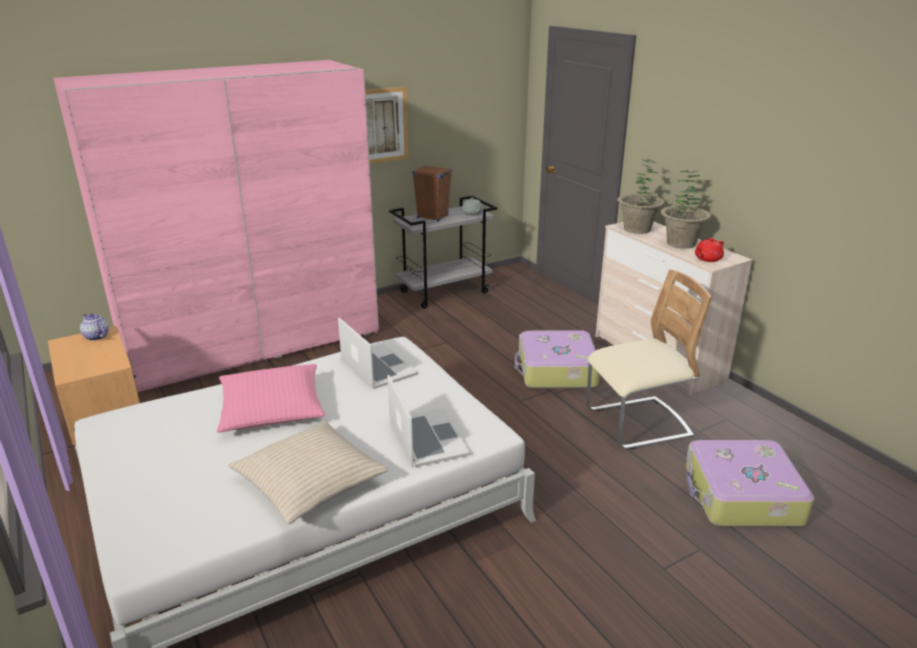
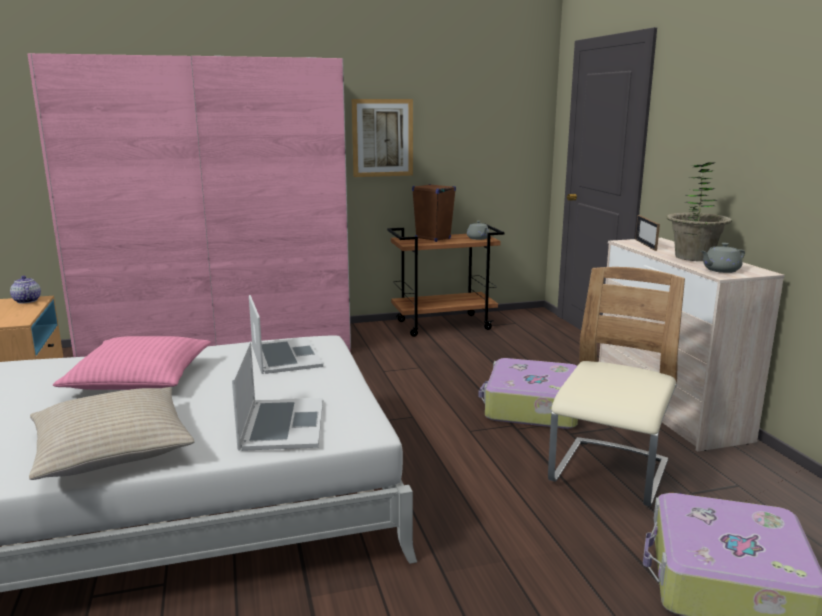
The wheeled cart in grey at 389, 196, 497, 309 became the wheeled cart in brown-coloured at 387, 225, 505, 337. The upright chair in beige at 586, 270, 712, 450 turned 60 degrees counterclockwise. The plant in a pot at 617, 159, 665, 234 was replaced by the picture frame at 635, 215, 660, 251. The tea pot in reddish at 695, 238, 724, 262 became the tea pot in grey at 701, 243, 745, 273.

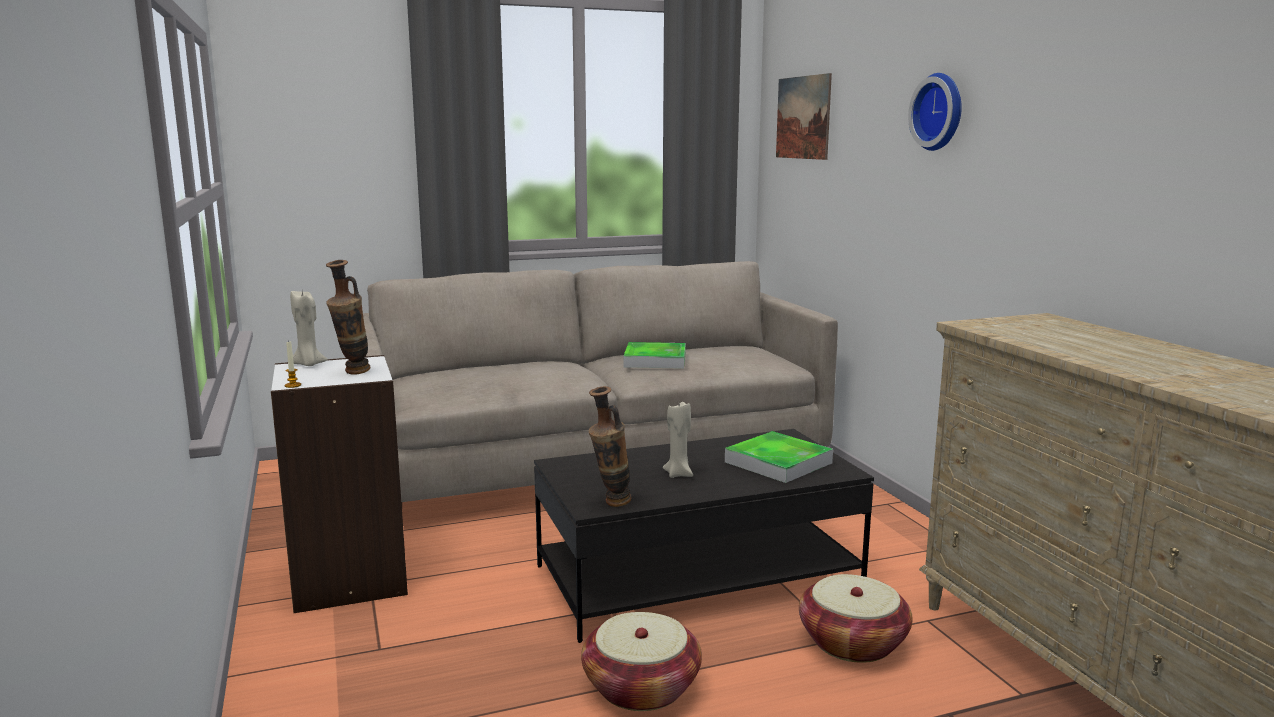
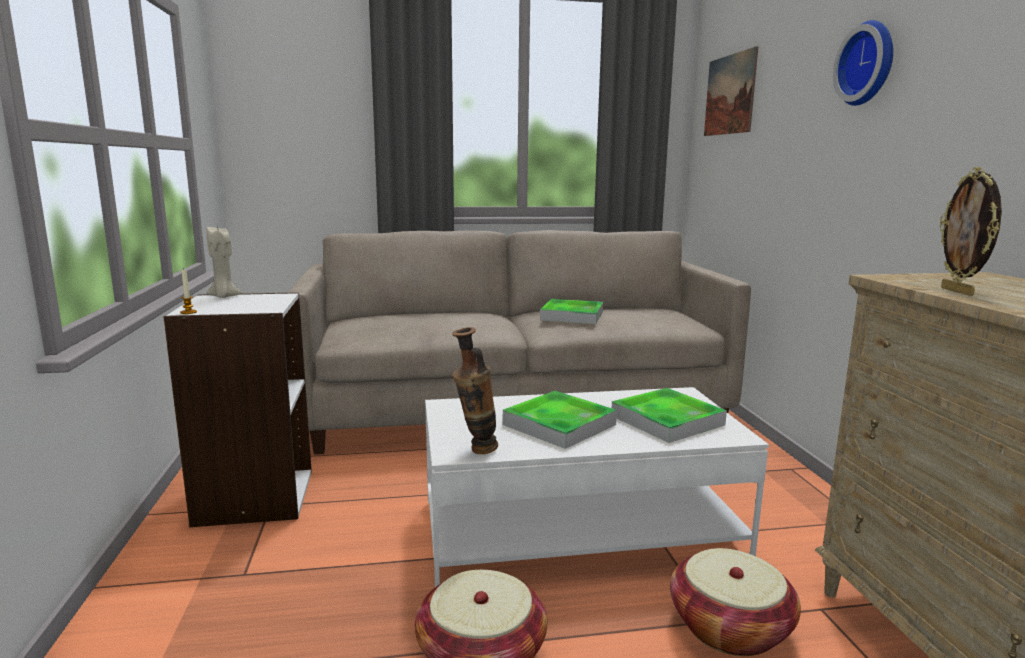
The flower vase at 326, 260, 370, 375 disappeared. The low table in black at 534, 429, 874, 643 became the low table in whitish at 425, 387, 769, 587. The candle in beige at 663, 402, 693, 478 was replaced by the carrying tray at 503, 391, 617, 449. The picture frame at 940, 167, 1002, 296 appeared.

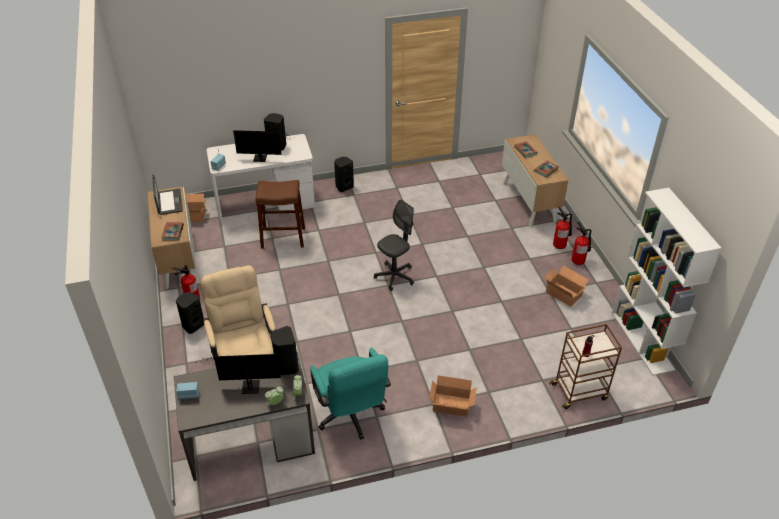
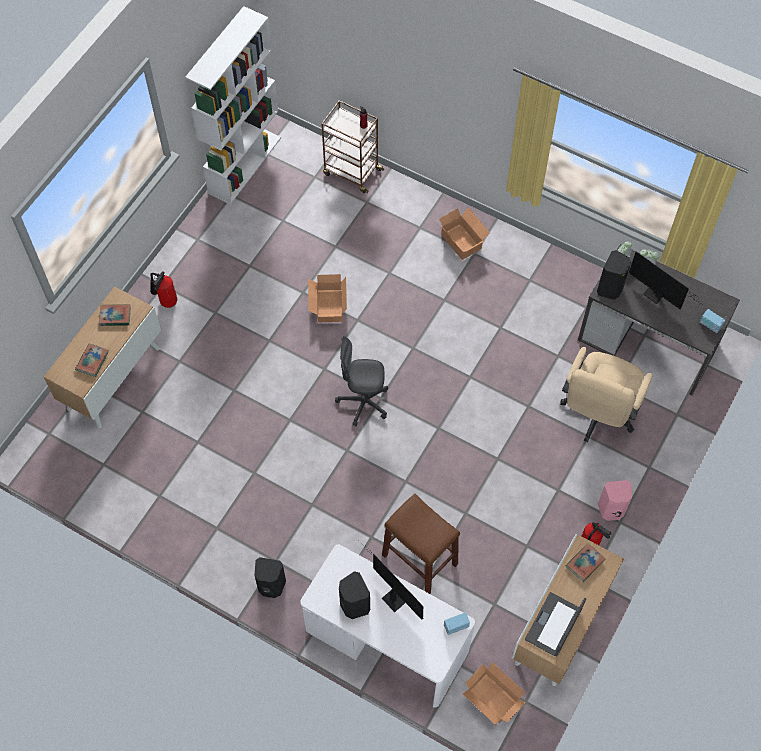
The loudspeaker in black at 176, 292, 204, 334 became the loudspeaker in pinkish at 598, 480, 632, 521. The desk chair in turquoise-coloured at 310, 348, 391, 440 disappeared. The packing box moved from 544, 266, 589, 307 to 308, 274, 347, 322. The fire extinguisher at 571, 222, 591, 265 disappeared.

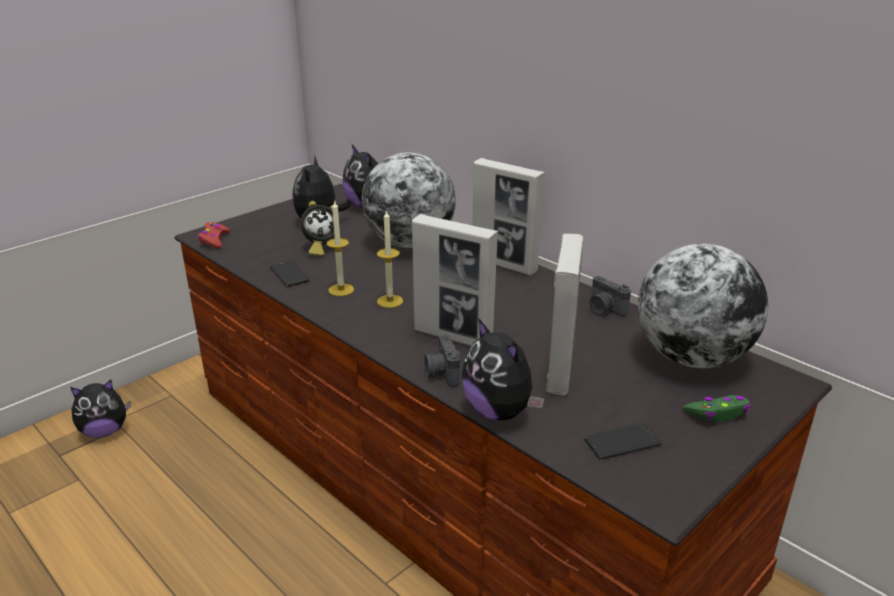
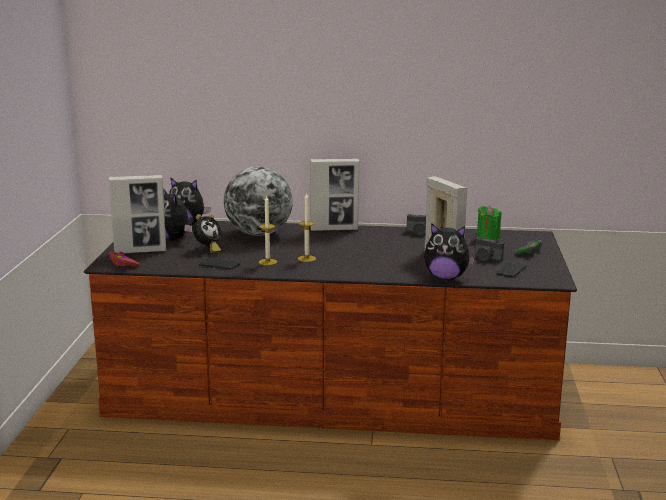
The plush toy at 70, 380, 130, 438 disappeared. The picture frame moved from 412, 214, 498, 346 to 109, 175, 166, 253. The still camera moved from 424, 334, 460, 387 to 475, 237, 504, 261. The desk globe at 638, 244, 768, 368 was replaced by the candle in greenish at 477, 206, 502, 241.

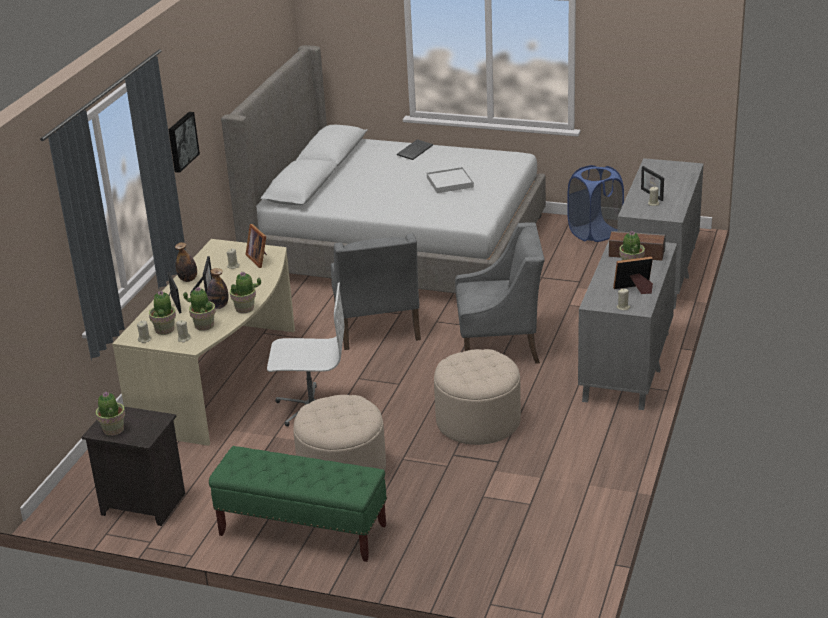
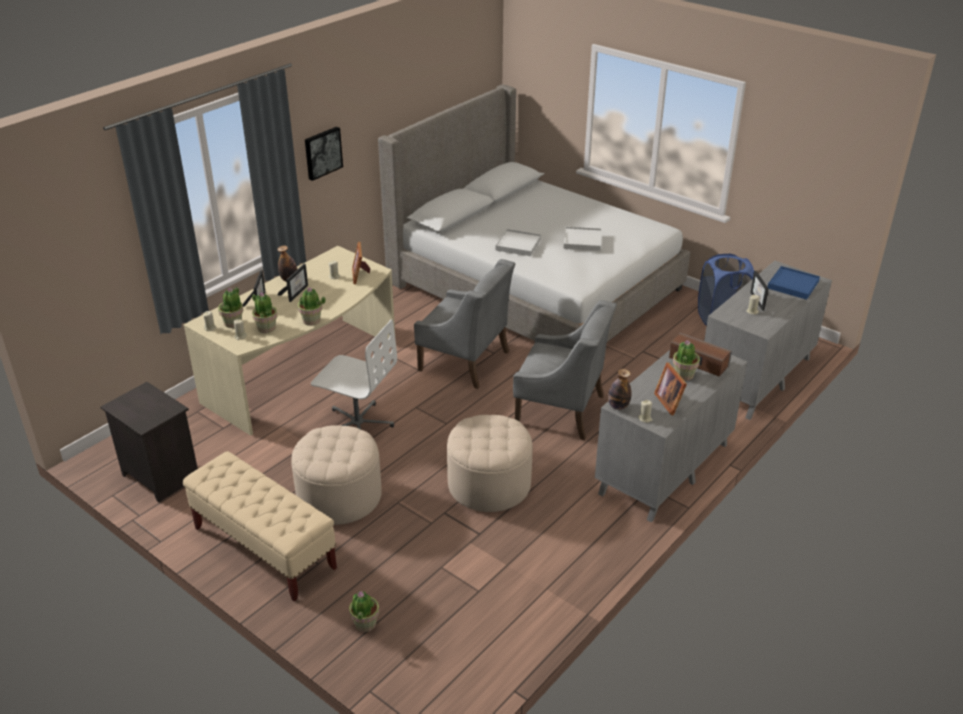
The plant in a pot moved from 96, 392, 125, 436 to 349, 591, 379, 632. The beverage bottle moved from 207, 268, 229, 309 to 608, 369, 632, 410. The bench in greenish at 209, 446, 387, 562 became the bench in beige at 183, 451, 337, 601. The armchair in grey at 331, 234, 421, 350 turned 75 degrees counterclockwise. The PC keyboard at 397, 139, 433, 160 disappeared. The picture frame at 613, 257, 653, 294 turned 120 degrees counterclockwise. The carrying tray in whitish at 495, 229, 541, 256 appeared. The carrying tray in blue at 768, 266, 820, 300 appeared.

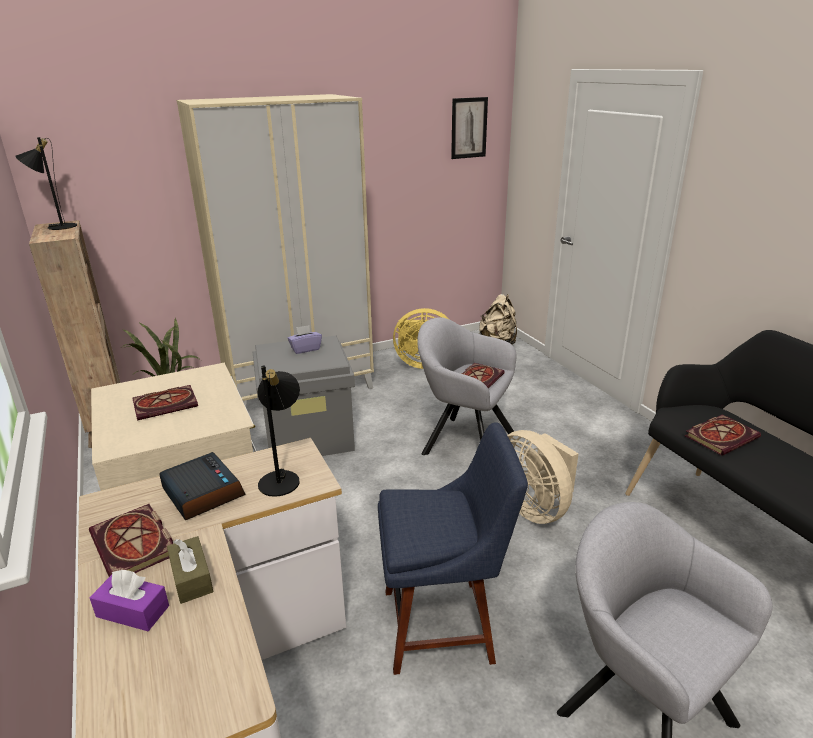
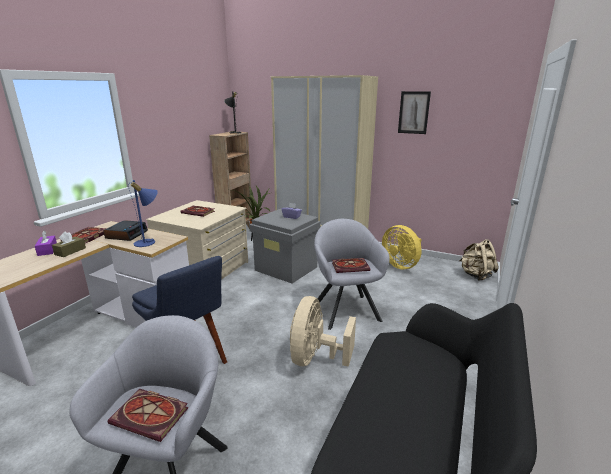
The tabletop lamp in black at 257, 366, 300, 497 became the tabletop lamp in blue at 128, 180, 158, 247. The wall picture moved from 451, 97, 488, 159 to 398, 91, 431, 134. The book moved from 685, 414, 761, 456 to 108, 389, 188, 442.

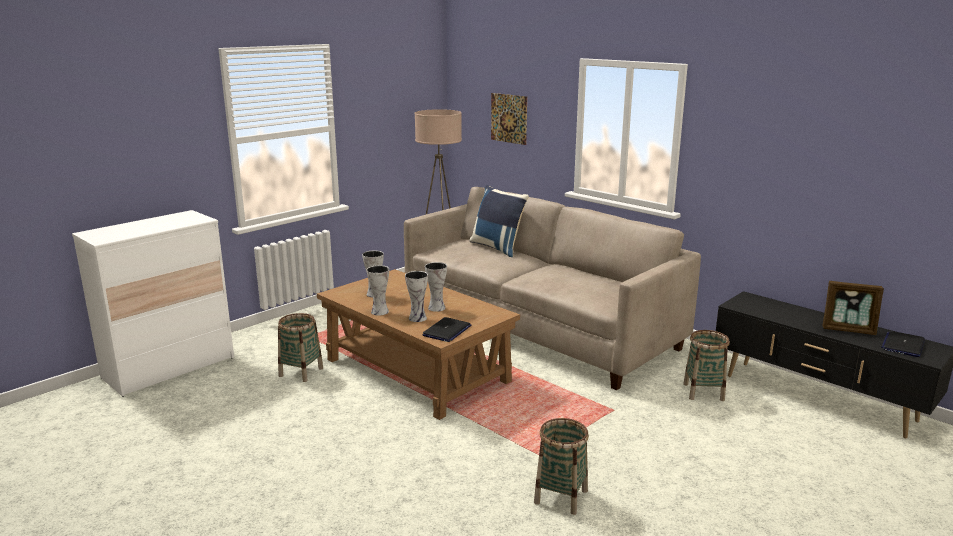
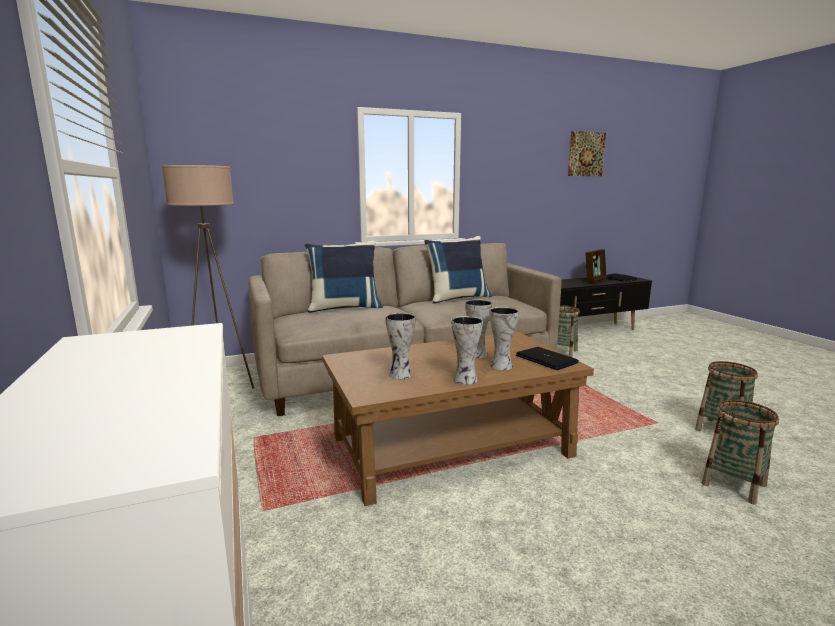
The basket moved from 278, 313, 323, 382 to 702, 400, 779, 505. The wall picture moved from 491, 93, 527, 145 to 568, 131, 606, 176. The throw pillow in blue at 424, 236, 492, 304 appeared.

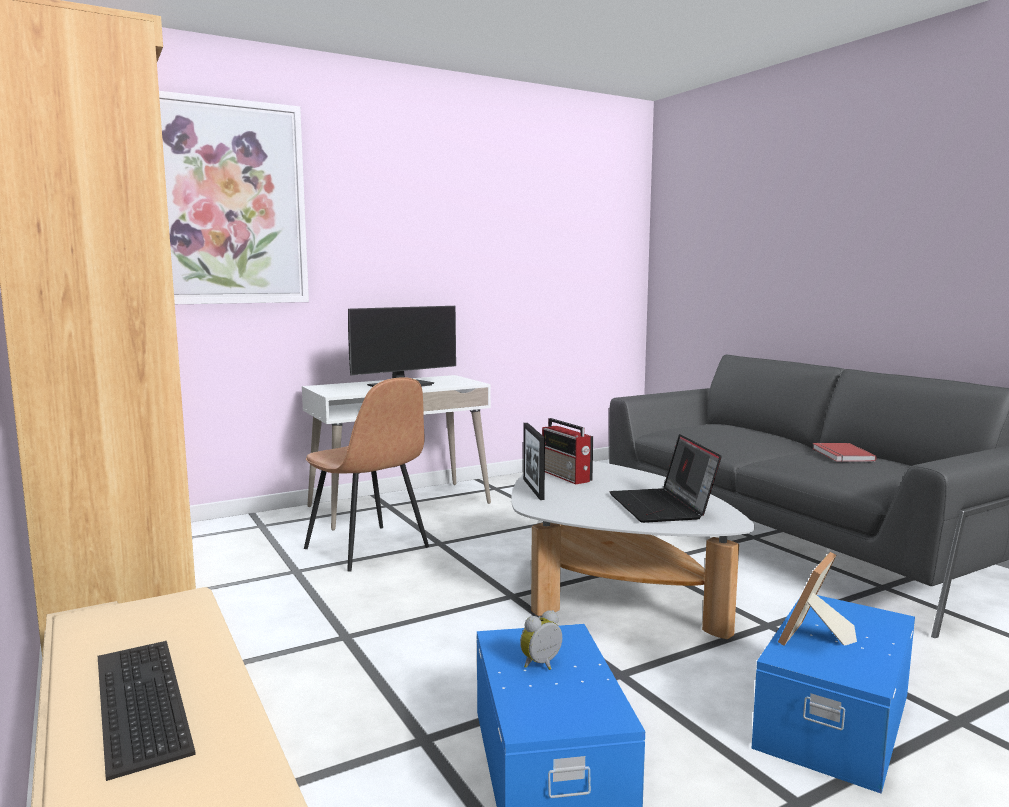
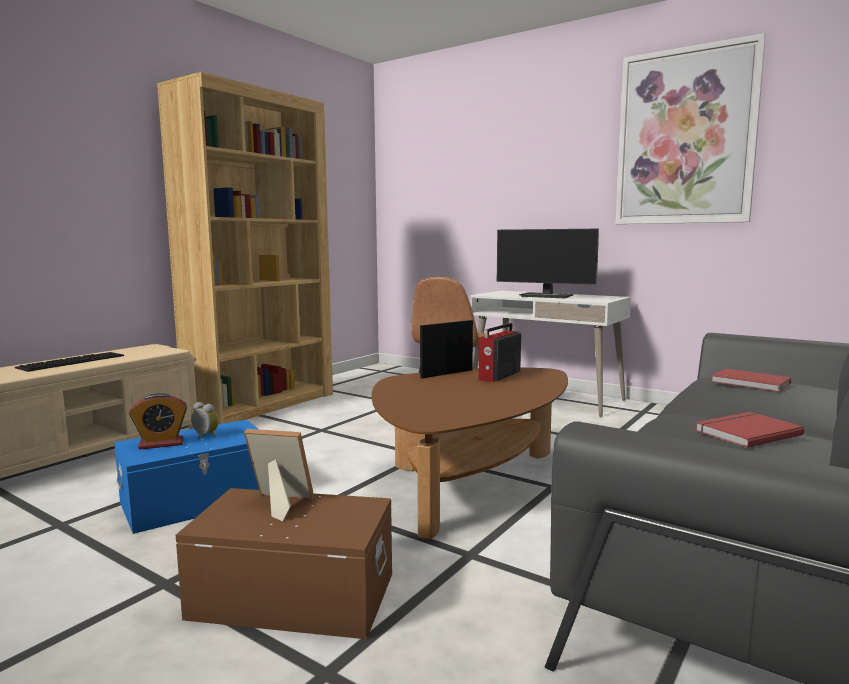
The wall picture moved from 159, 91, 309, 304 to 615, 33, 766, 224. The low table in whitish at 511, 461, 755, 639 became the low table in brown-coloured at 371, 368, 568, 539. The portable computer at 609, 434, 722, 523 disappeared. The storage box in blue at 751, 595, 915, 794 became the storage box in brown-coloured at 176, 488, 392, 639. The bedside clock at 129, 393, 187, 450 appeared. The book in reddish at 711, 369, 791, 392 appeared.

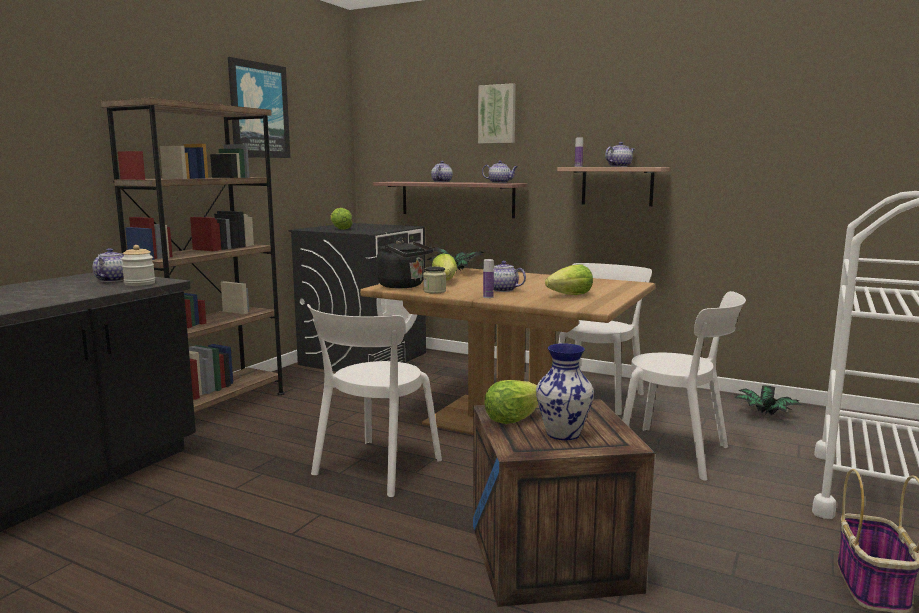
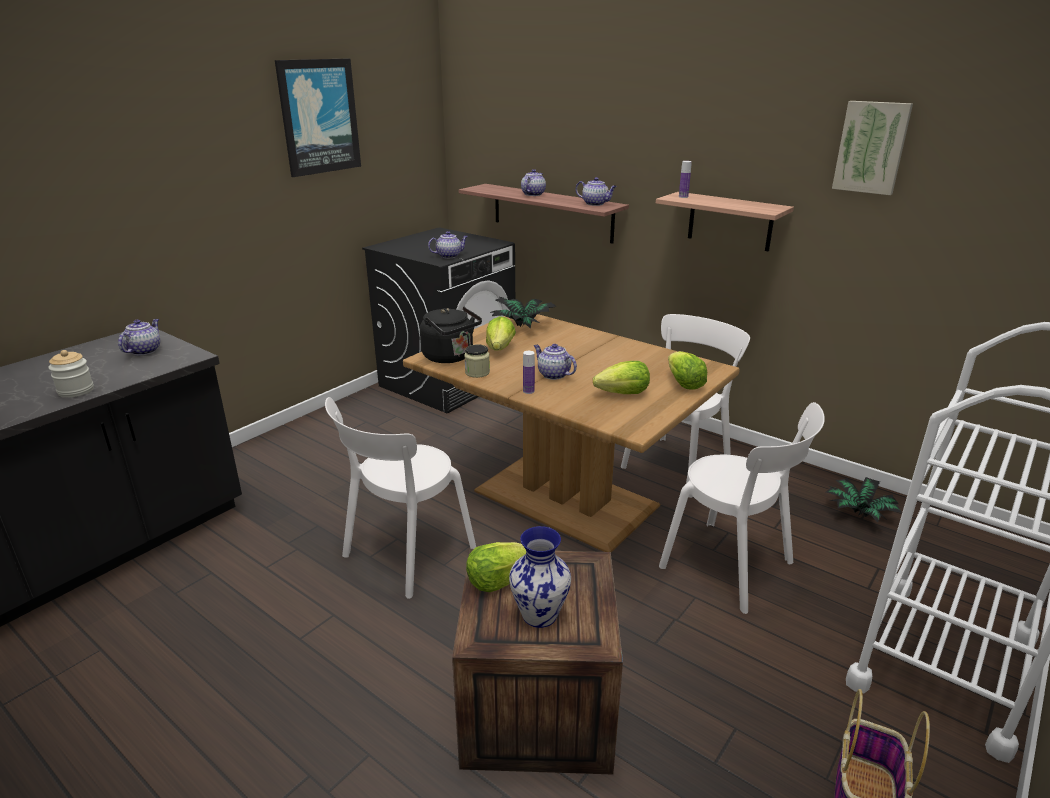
The bookshelf in brown-coloured at 101, 98, 285, 412 disappeared. The storage jar moved from 121, 245, 155, 286 to 49, 350, 94, 398. The lettuce moved from 331, 208, 353, 230 to 668, 351, 707, 389. The wall picture moved from 478, 83, 516, 144 to 832, 101, 913, 195. The tea pot moved from 605, 142, 634, 167 to 428, 231, 468, 258.

